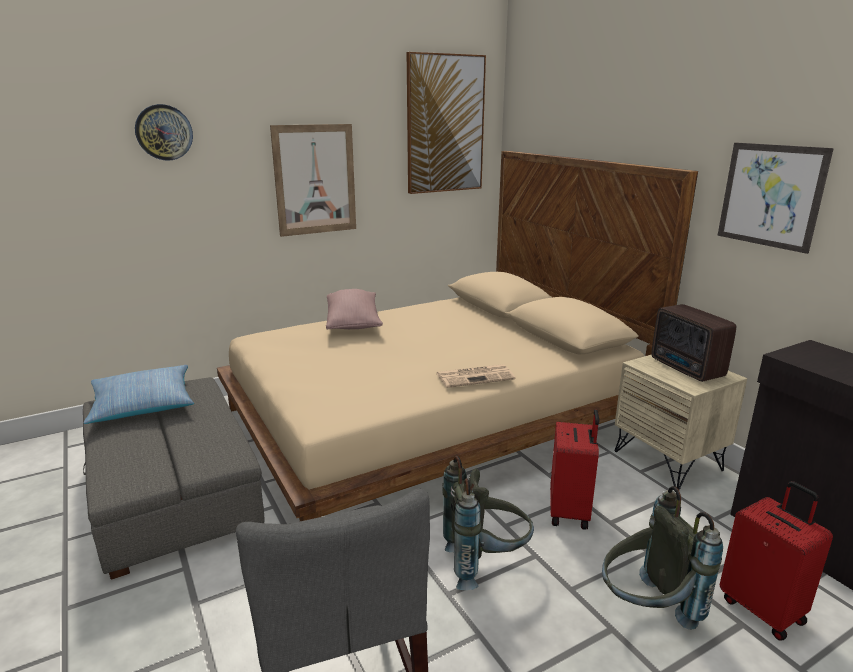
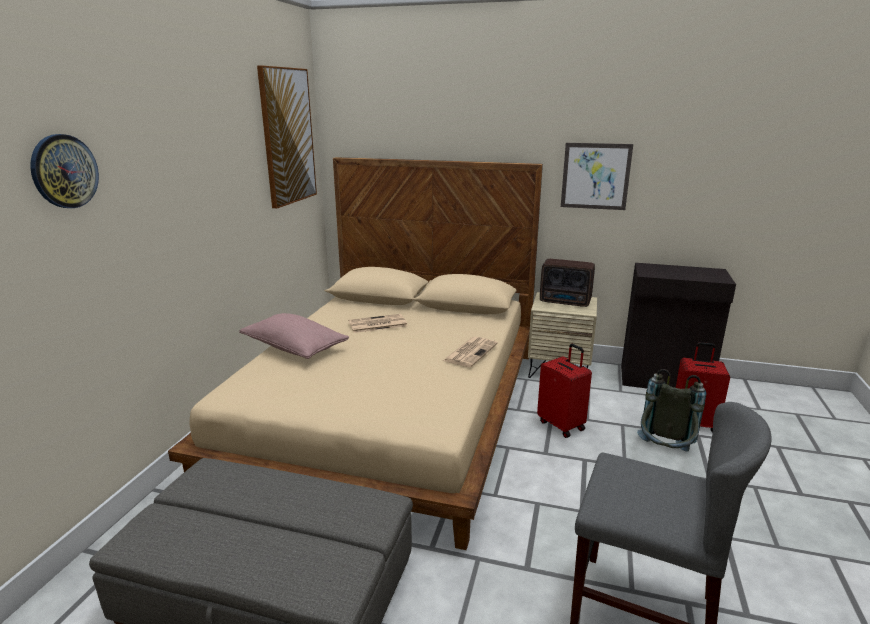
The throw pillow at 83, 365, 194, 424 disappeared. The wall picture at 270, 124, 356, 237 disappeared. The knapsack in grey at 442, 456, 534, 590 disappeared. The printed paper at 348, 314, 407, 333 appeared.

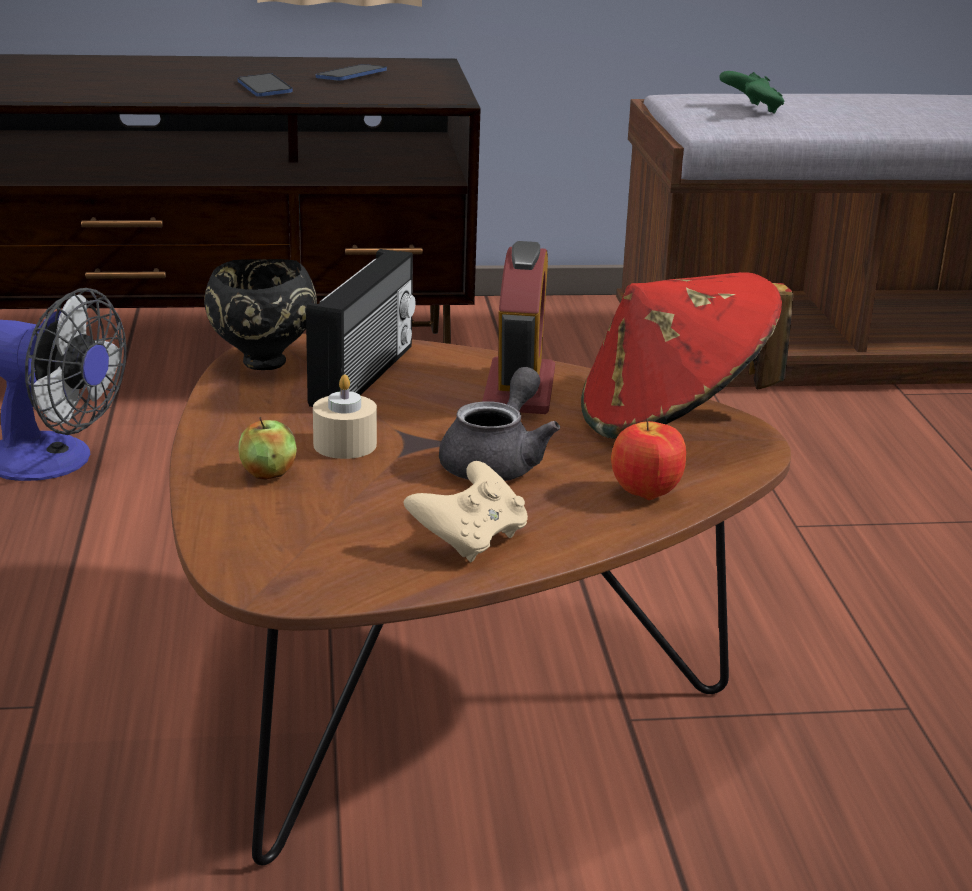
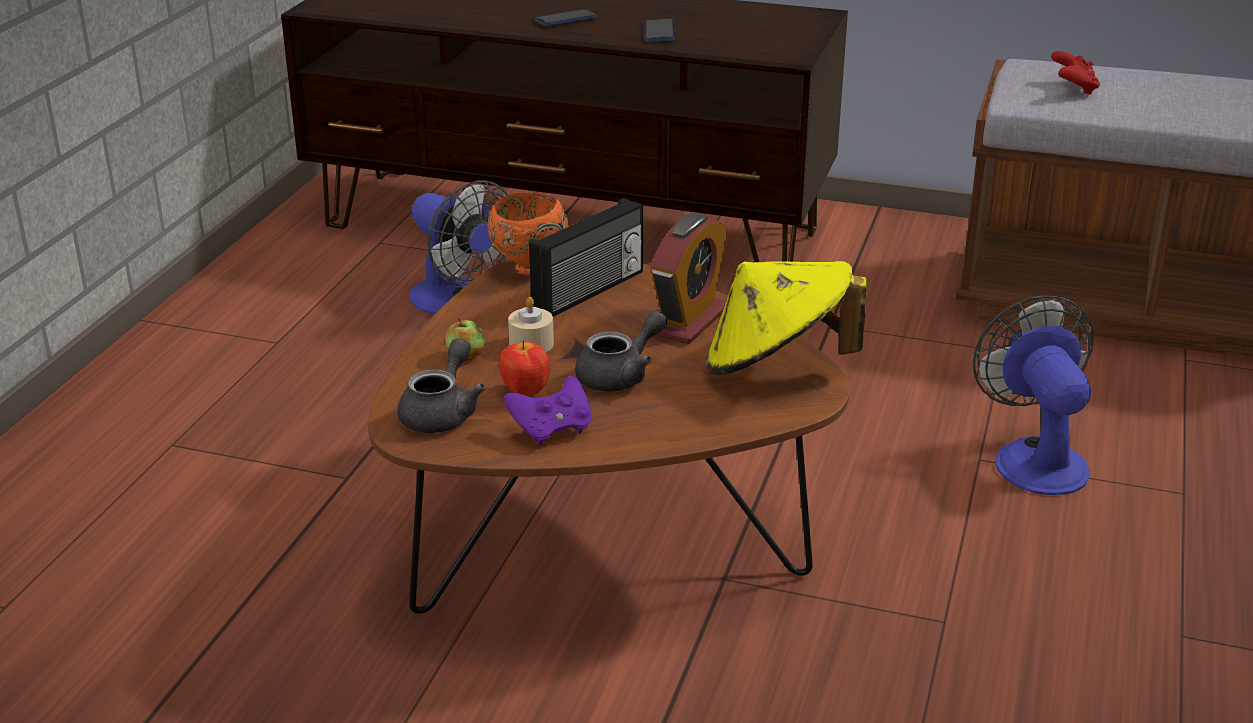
The serving bowl in black at 204, 259, 317, 370 became the serving bowl in orangey at 488, 193, 568, 276. The phone moved from 316, 64, 387, 80 to 534, 9, 598, 26. The gamepad in beige at 404, 461, 528, 562 became the gamepad in purplish at 504, 376, 591, 445. The clothing hat in reddish at 581, 272, 793, 439 became the clothing hat in yellow-coloured at 706, 261, 867, 375. The whole apple moved from 611, 419, 686, 500 to 499, 340, 550, 396. The gamepad in greenish at 719, 71, 784, 114 became the gamepad in reddish at 1051, 51, 1100, 95. The tea pot in grey at 397, 338, 485, 433 appeared. The fan at 973, 295, 1094, 495 appeared.

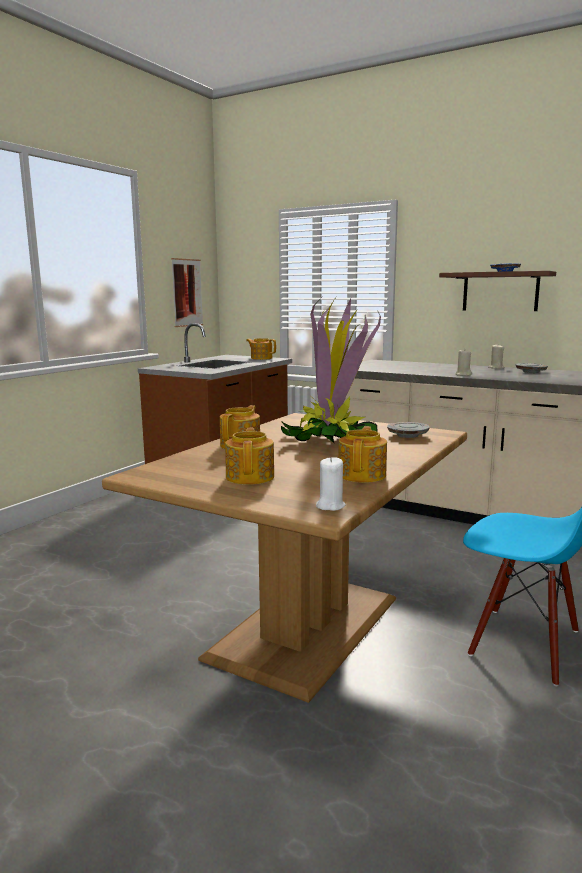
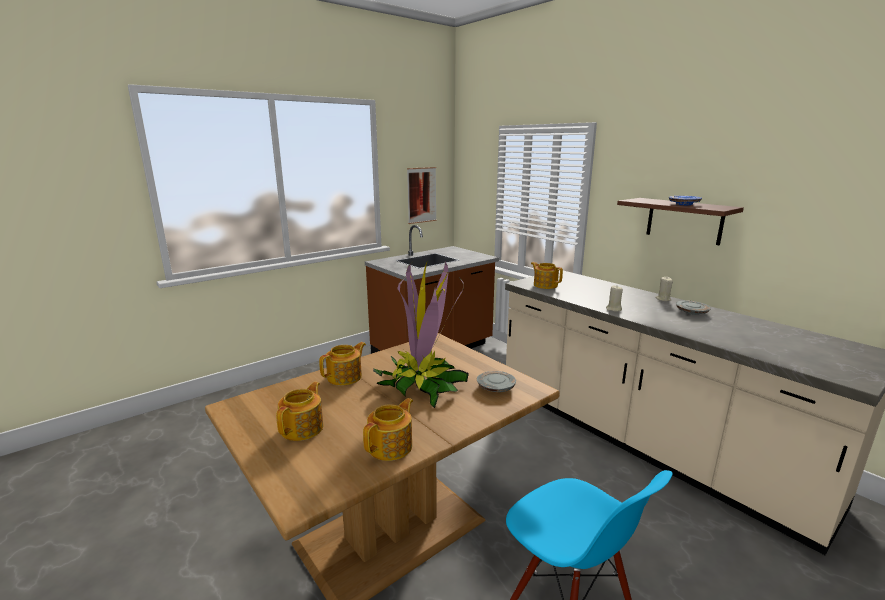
The tea pot moved from 246, 338, 276, 360 to 531, 262, 563, 289. The candle in whitish at 316, 457, 346, 511 disappeared.

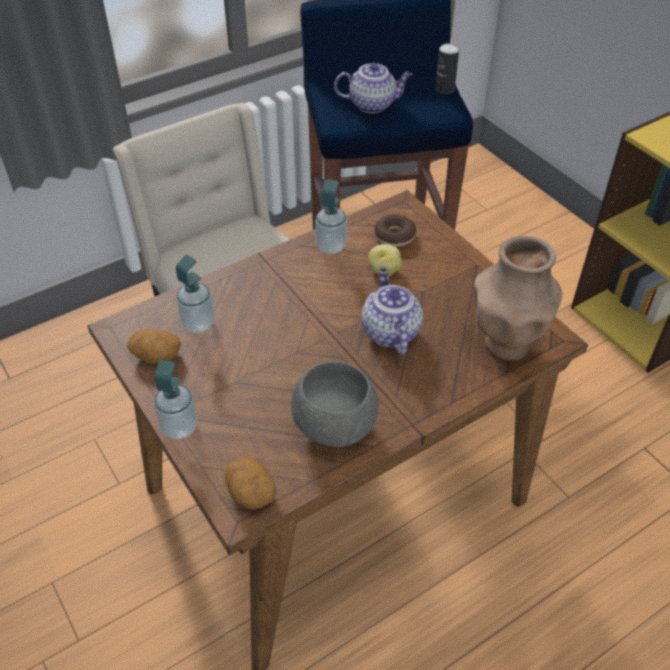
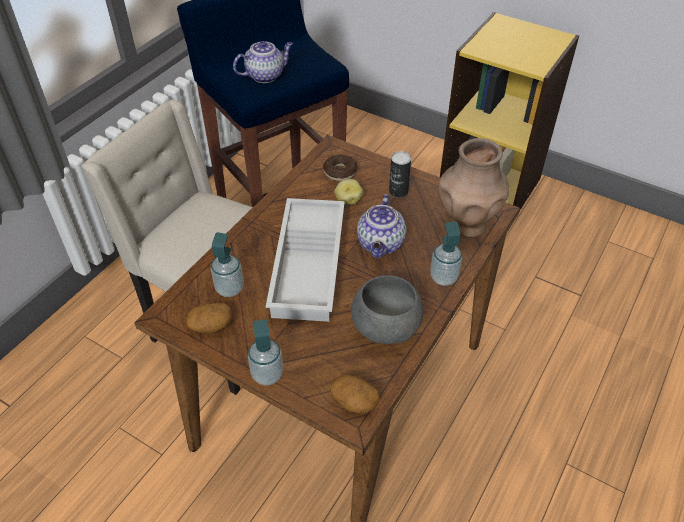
The soap dispenser moved from 315, 179, 347, 254 to 430, 221, 462, 286. The tea pot at 361, 268, 423, 355 turned 135 degrees counterclockwise. The can moved from 435, 43, 459, 94 to 389, 151, 411, 198. The carrying tray in whitish at 266, 198, 345, 322 appeared.

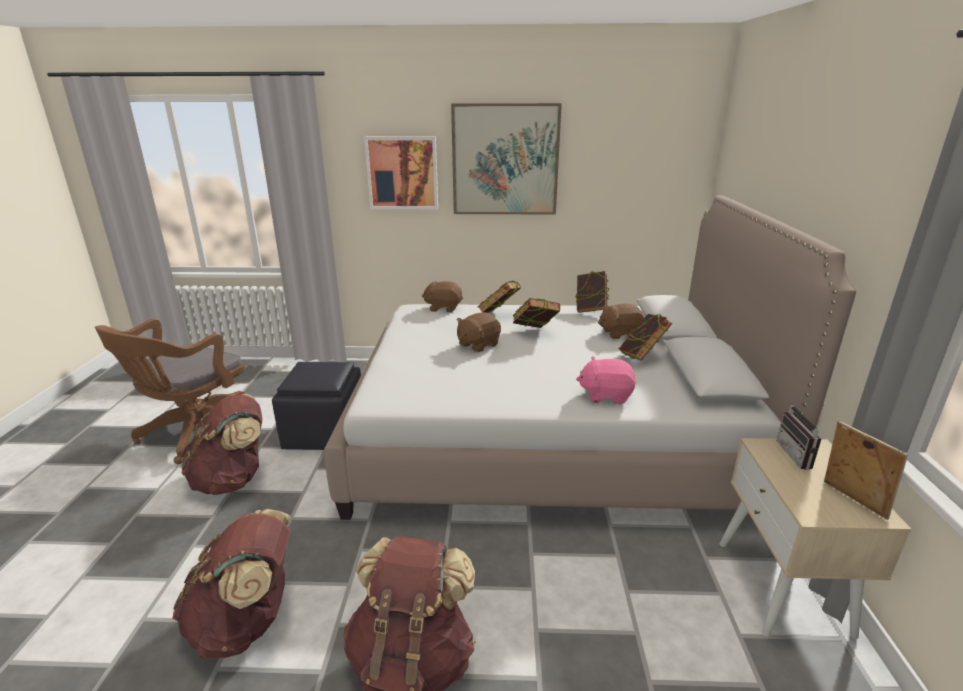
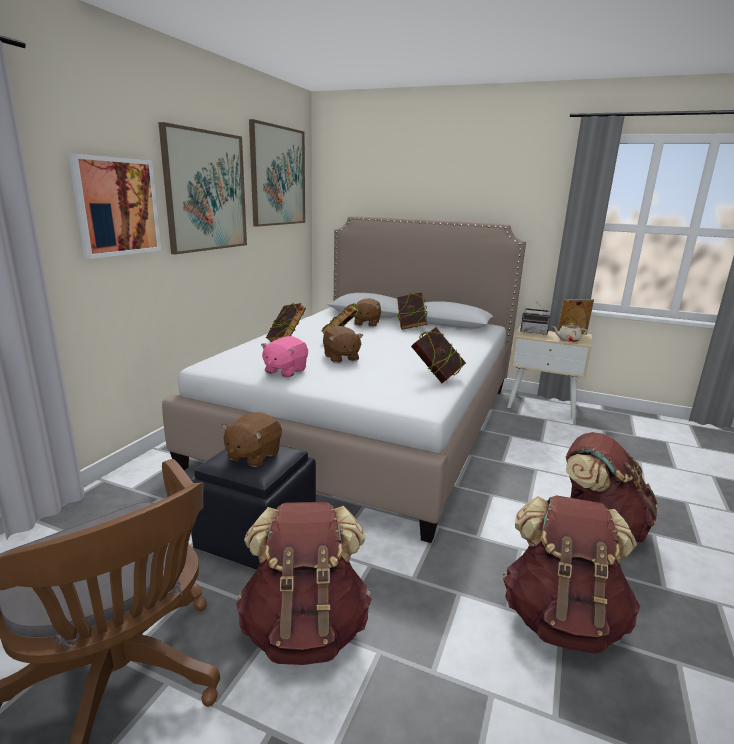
The plush toy in brown-coloured moved from 422, 281, 463, 312 to 222, 412, 282, 467. The book moved from 575, 271, 610, 313 to 411, 327, 466, 383. The plush toy in pinkish moved from 576, 356, 636, 404 to 261, 336, 308, 377. The wall picture at 249, 119, 305, 227 appeared. The tea pot in beige at 552, 323, 587, 342 appeared.

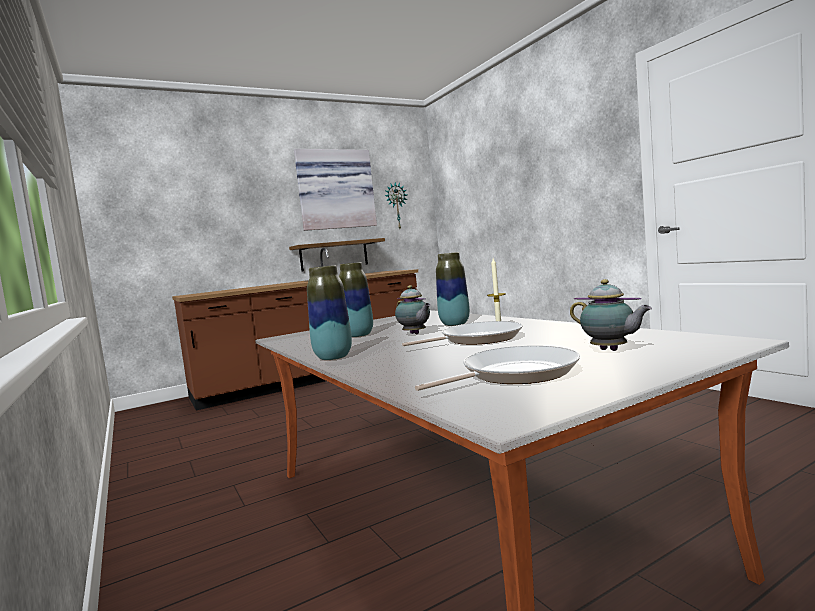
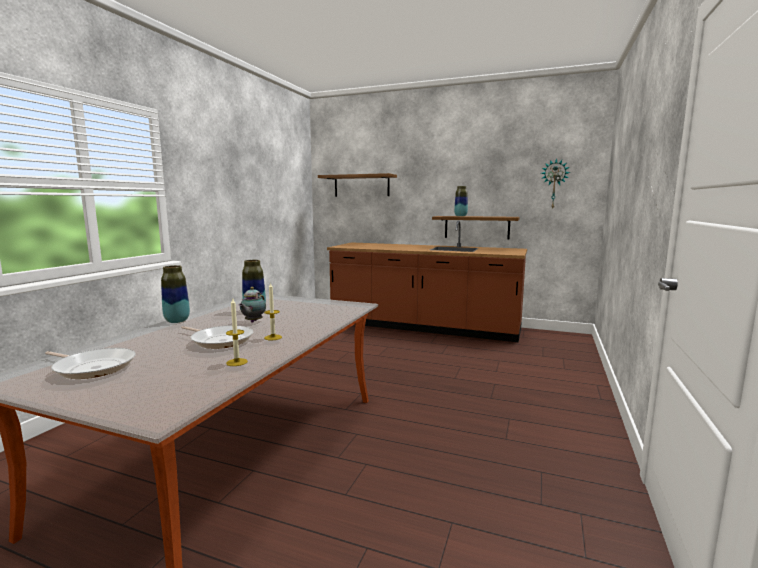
The wall picture at 294, 149, 377, 231 disappeared. The flower vase moved from 436, 252, 470, 326 to 454, 186, 468, 217. The tea pot at 570, 279, 652, 351 disappeared. The candle at 226, 298, 248, 366 appeared. The bracket shelf at 318, 173, 397, 197 appeared.

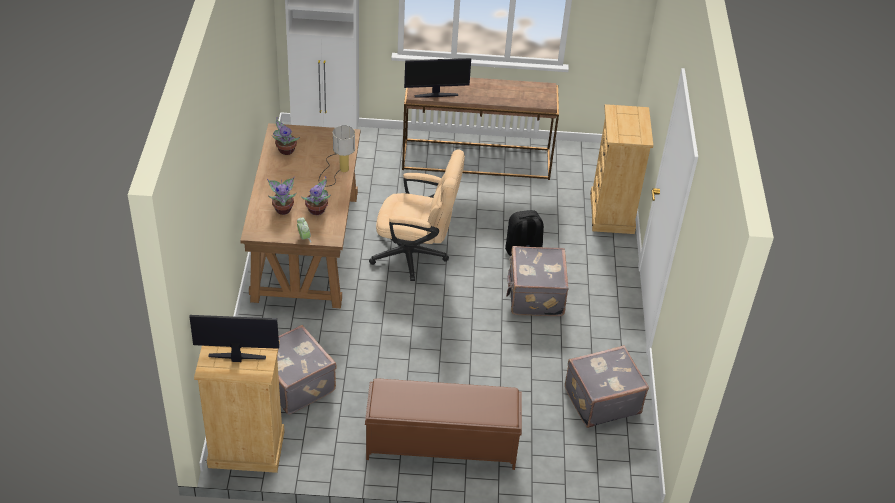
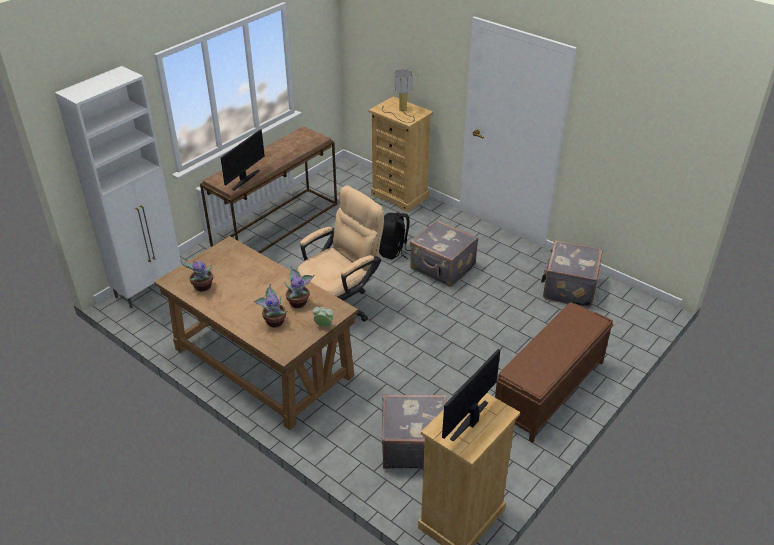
The tabletop lamp moved from 319, 125, 355, 187 to 382, 69, 415, 123.

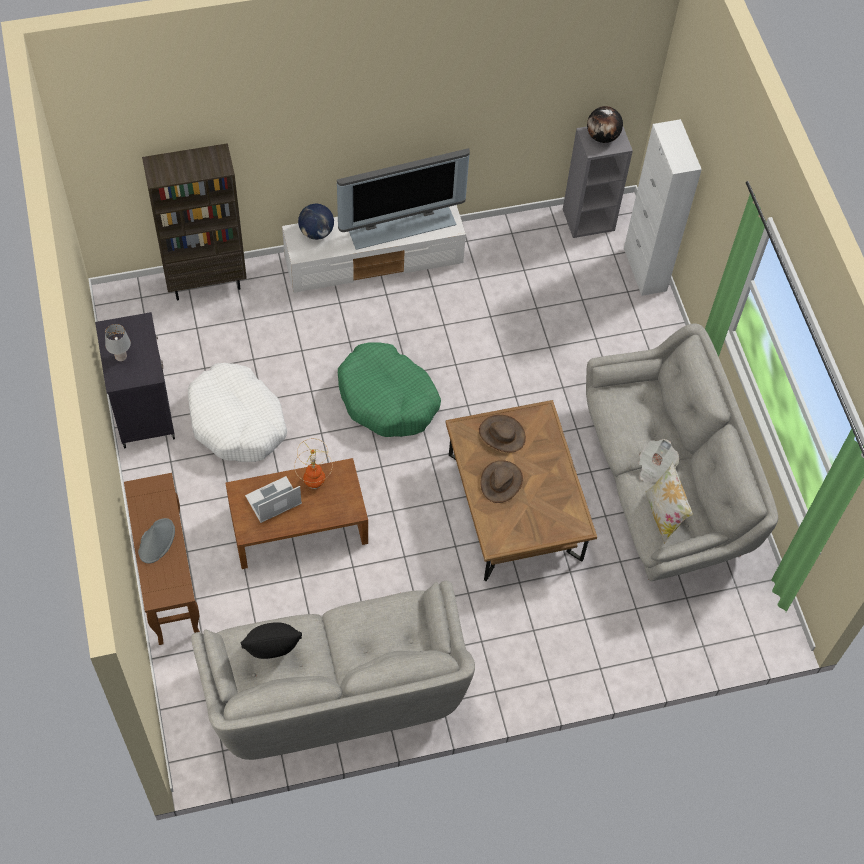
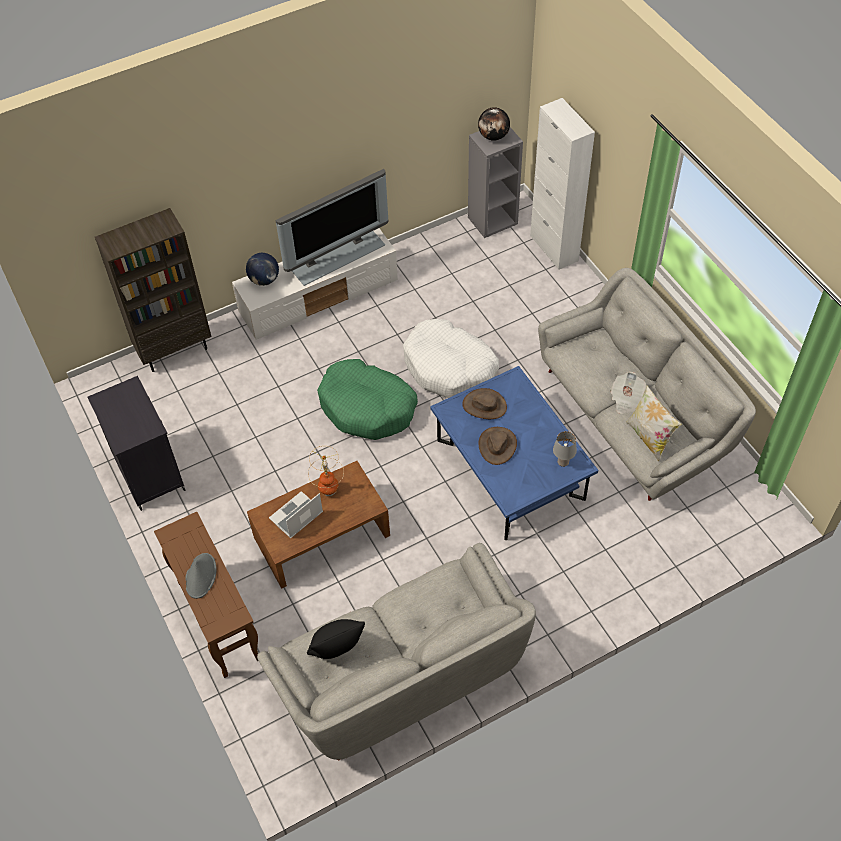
The tabletop lamp in grey moved from 105, 324, 131, 361 to 553, 431, 577, 467. The pet bed in whitish moved from 188, 363, 287, 462 to 403, 319, 499, 398. The low table in brown-coloured at 446, 400, 597, 582 became the low table in blue at 430, 366, 598, 540.

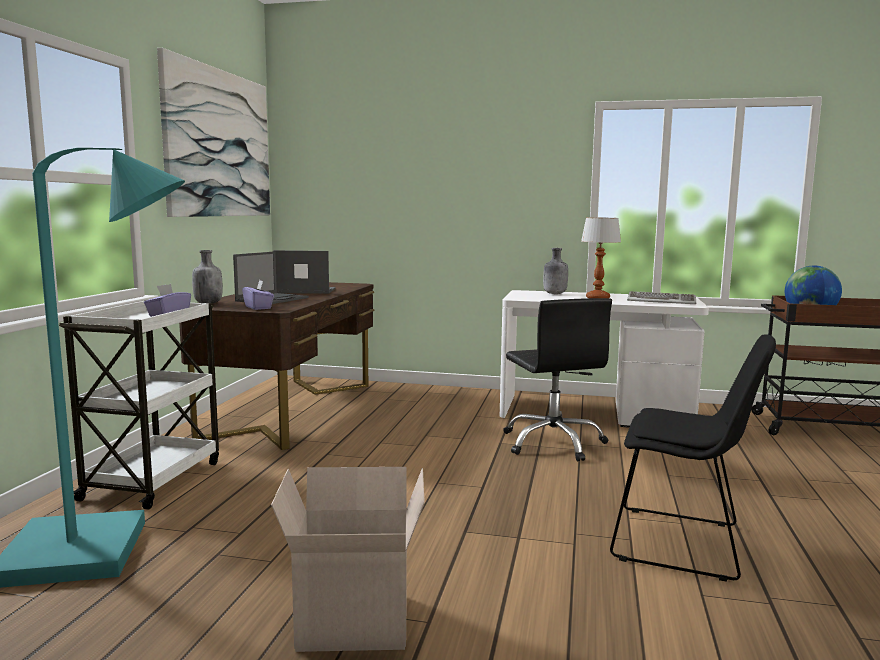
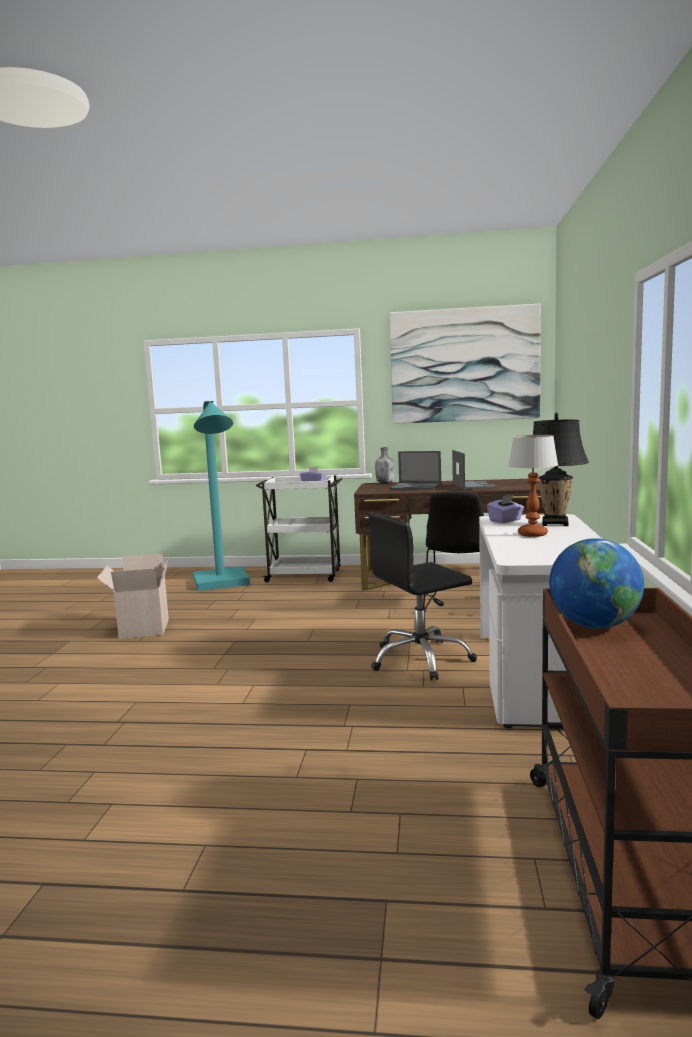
The box of tissues in purplish moved from 242, 280, 274, 310 to 487, 494, 524, 523. The beverage bottle in grey at 543, 248, 568, 294 was replaced by the tabletop lamp in black at 533, 413, 589, 526. The upright chair in black moved from 610, 334, 776, 582 to 423, 491, 484, 612. The PC keyboard at 627, 291, 696, 304 disappeared.

